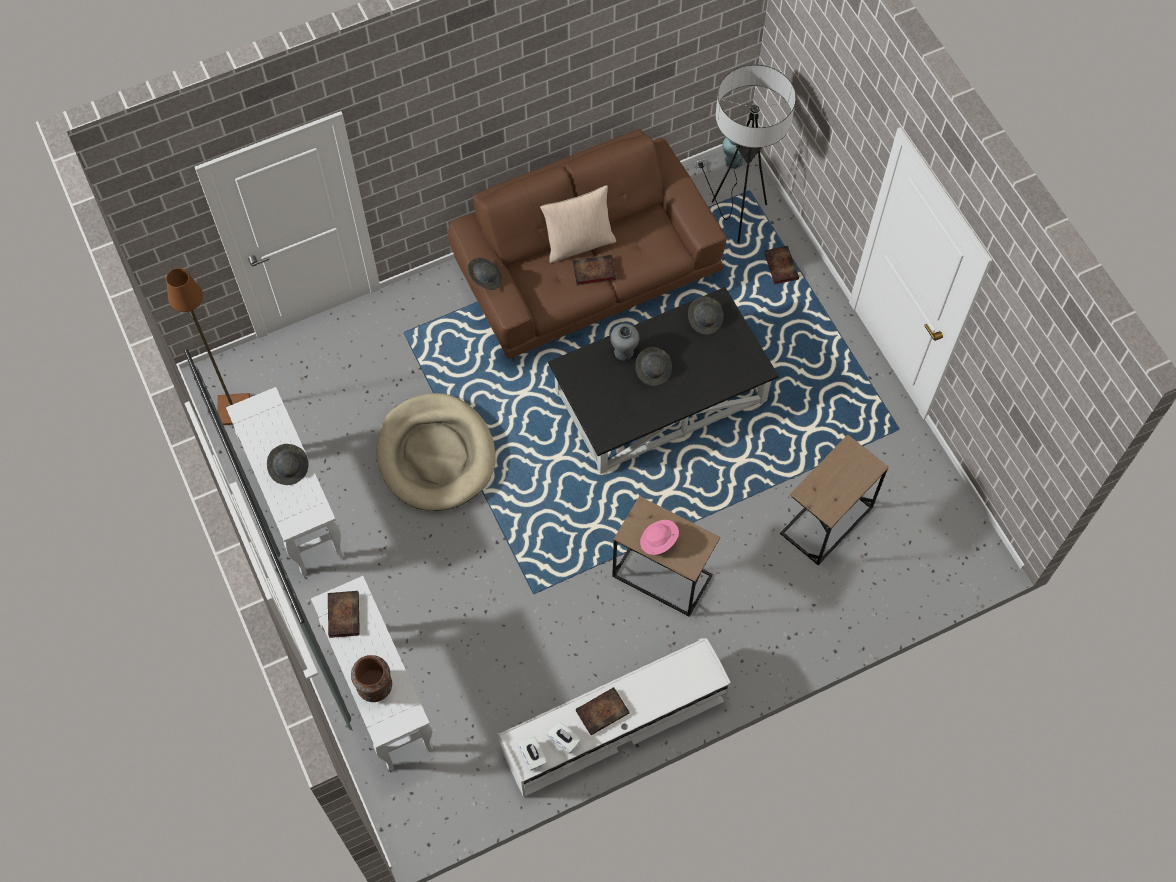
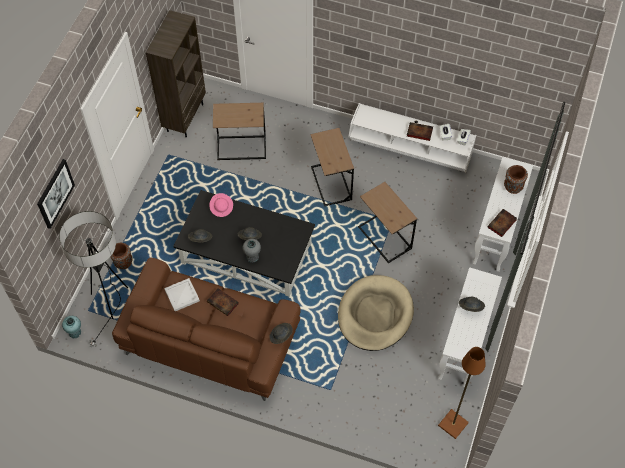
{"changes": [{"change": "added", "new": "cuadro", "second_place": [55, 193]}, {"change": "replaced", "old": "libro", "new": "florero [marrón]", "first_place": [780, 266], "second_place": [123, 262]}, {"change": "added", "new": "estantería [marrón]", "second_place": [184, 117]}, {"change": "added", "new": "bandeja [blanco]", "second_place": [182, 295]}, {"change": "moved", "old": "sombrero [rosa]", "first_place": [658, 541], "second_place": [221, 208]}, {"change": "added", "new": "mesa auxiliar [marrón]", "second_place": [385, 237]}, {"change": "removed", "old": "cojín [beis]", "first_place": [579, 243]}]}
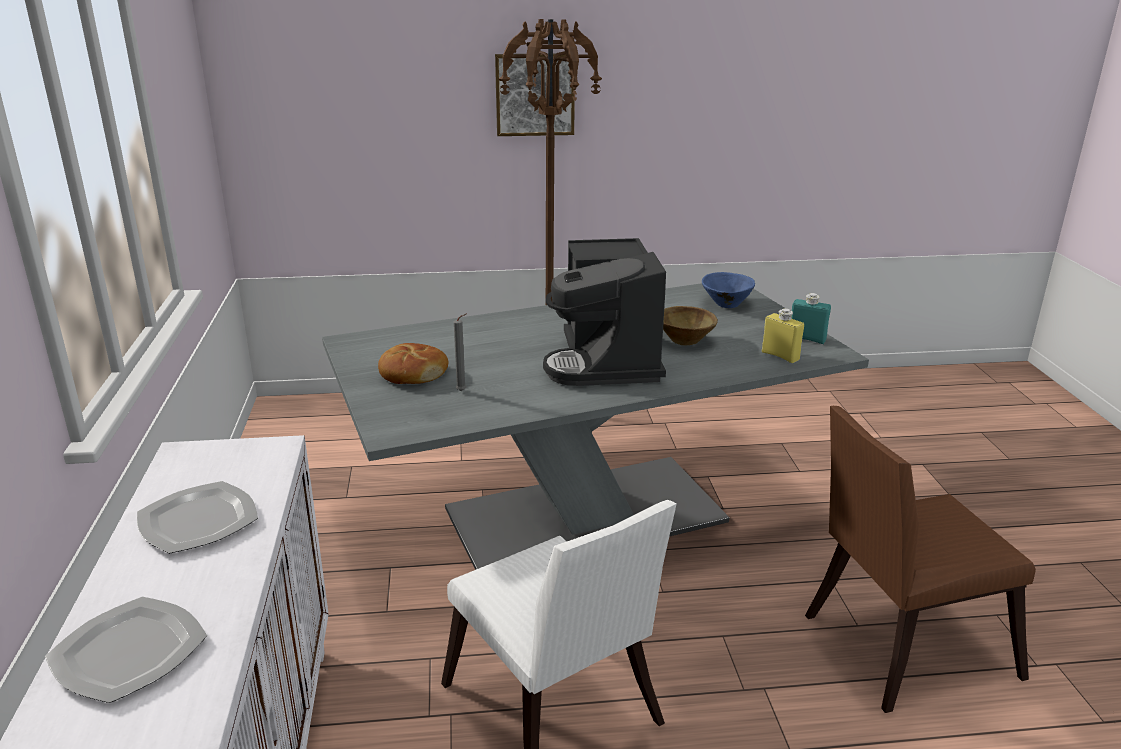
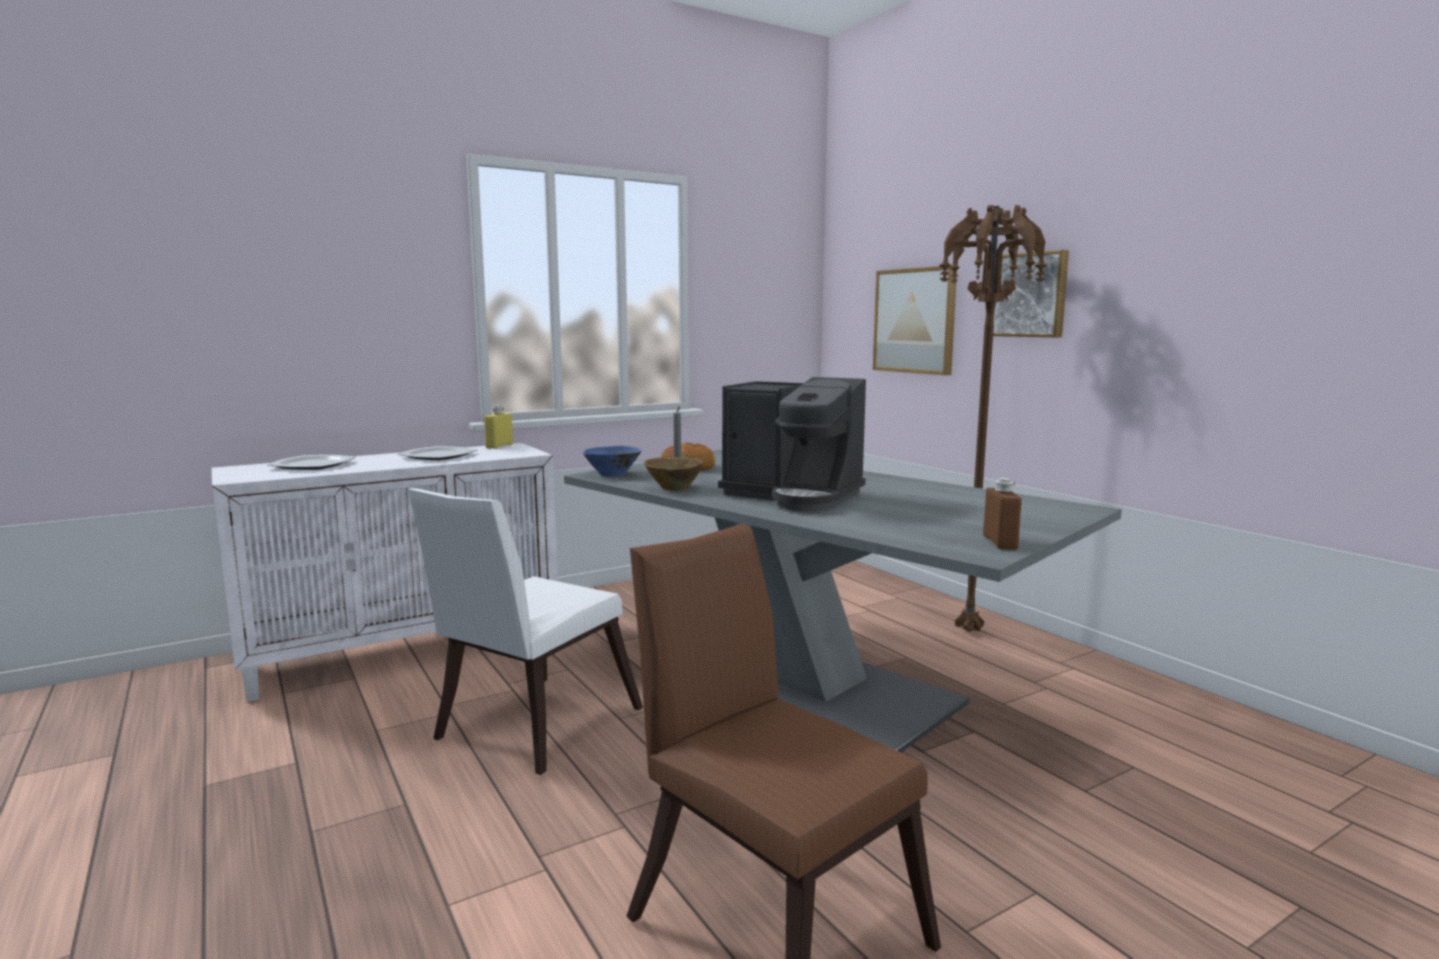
{"changes": [{"change": "moved", "old": "botella [amarillo]", "first_place": [780, 356], "second_place": [499, 446]}, {"change": "moved", "old": "cuenco [azul]", "first_place": [726, 303], "second_place": [613, 474]}, {"change": "moved", "old": "cuenco [marrón]", "first_place": [684, 341], "second_place": [673, 488]}, {"change": "turned", "old": "cafetera", "first_place": [606, 361], "second_place": [793, 496], "degrees": -120}, {"change": "added", "new": "cuadro", "second_place": [915, 321]}, {"change": "recoloured", "old": "botella [turquesa]", "new": "botella [marrón]", "first_place": [807, 339], "second_place": [1000, 542]}]}
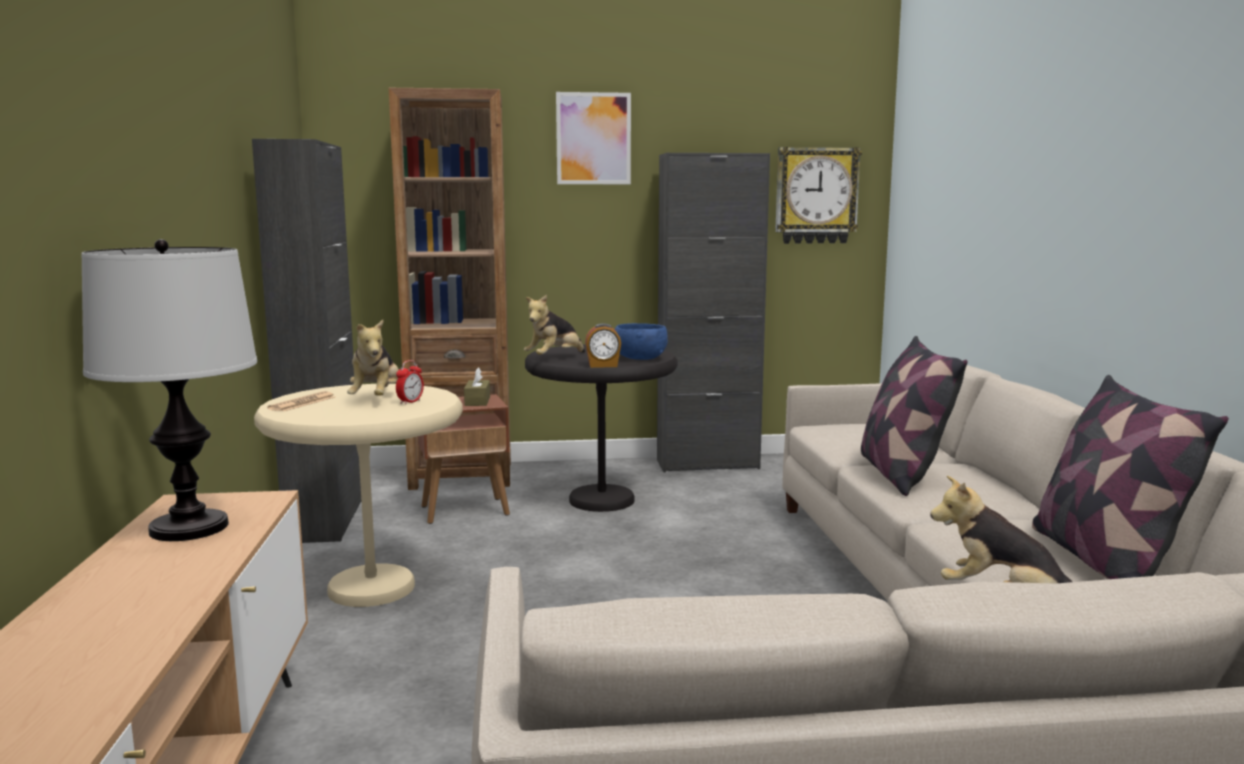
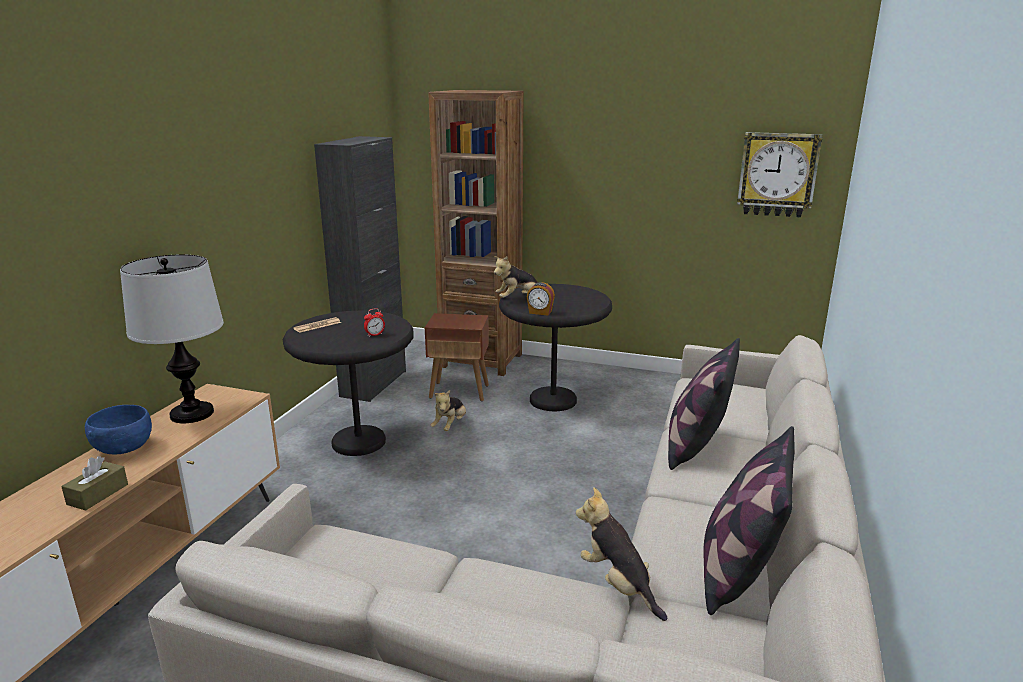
{"changes": [{"change": "moved", "old": "caja de pañuelos [marrón]", "first_place": [477, 401], "second_place": [98, 494]}, {"change": "moved", "old": "cuenco [azul]", "first_place": [639, 359], "second_place": [123, 448]}, {"change": "recoloured", "old": "mesa auxiliar [beis]", "new": "mesa auxiliar [negro]", "first_place": [371, 588], "second_place": [359, 442]}, {"change": "moved", "old": "peluche", "first_place": [376, 398], "second_place": [450, 425]}, {"change": "removed", "old": "cuadro", "first_place": [593, 138]}, {"change": "removed", "old": "armario [negro]", "first_place": [707, 464]}]}
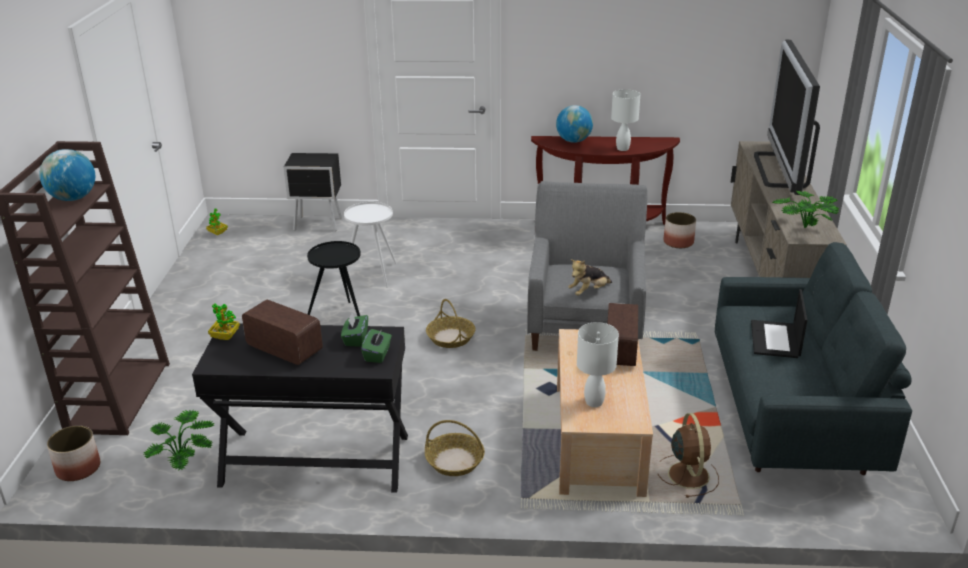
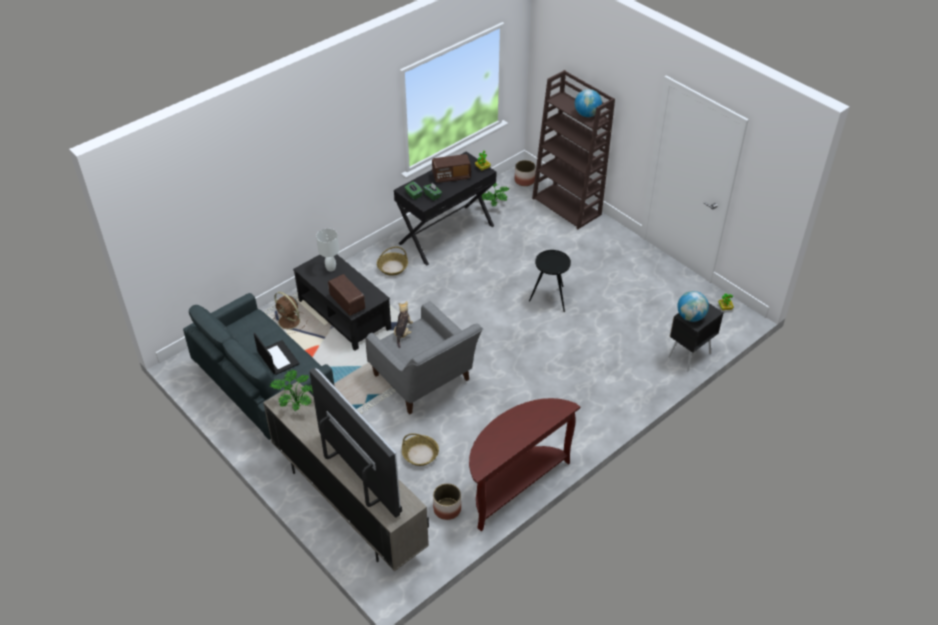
{"changes": [{"change": "recoloured", "old": "mesa de centro [beis]", "new": "mesa de centro [negro]", "first_place": [599, 439], "second_place": [343, 314]}, {"change": "moved", "old": "cesta", "first_place": [450, 338], "second_place": [420, 454]}, {"change": "moved", "old": "globo terráqueo", "first_place": [573, 141], "second_place": [690, 317]}, {"change": "removed", "old": "mesa auxiliar [blanco]", "first_place": [373, 275]}, {"change": "removed", "old": "lámpara de mesa [blanco]", "first_place": [623, 149]}]}
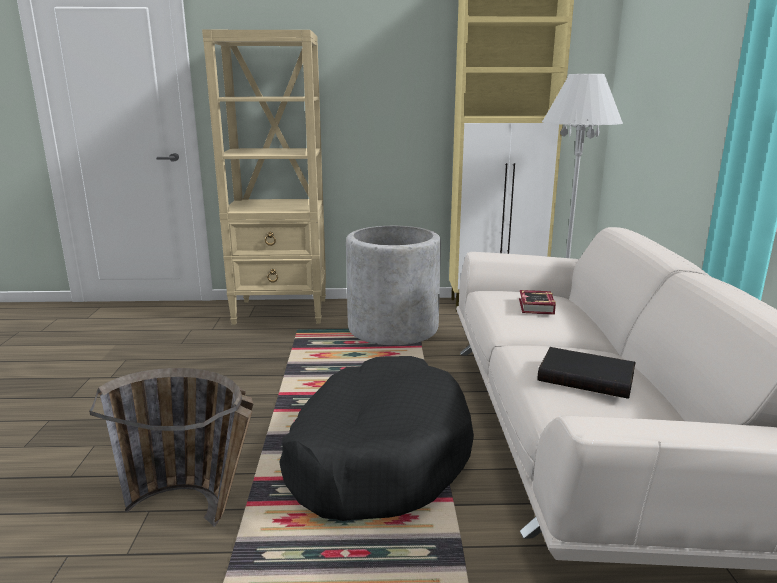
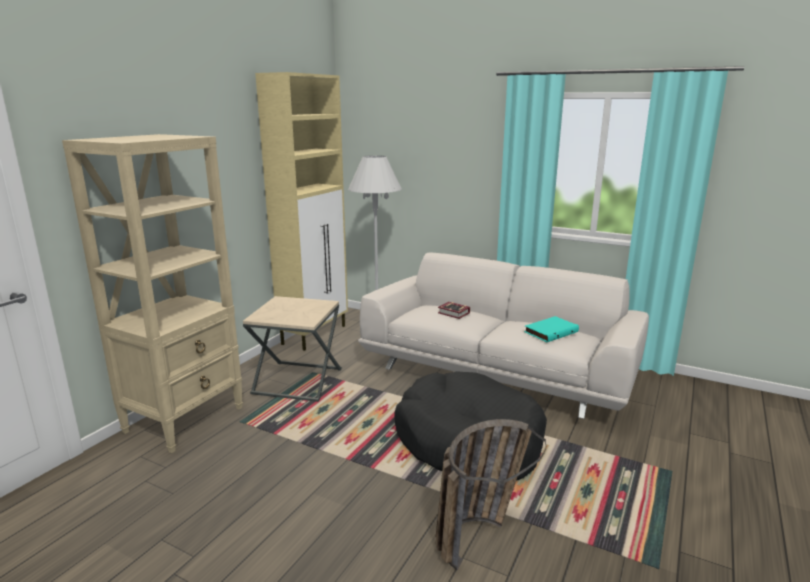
{"changes": [{"change": "replaced", "old": "maceta [gris]", "new": "mesa auxiliar [beis]", "first_place": [392, 328], "second_place": [297, 381]}, {"change": "recoloured", "old": "libro [negro]", "new": "libro [turquesa]", "first_place": [587, 376], "second_place": [550, 331]}]}
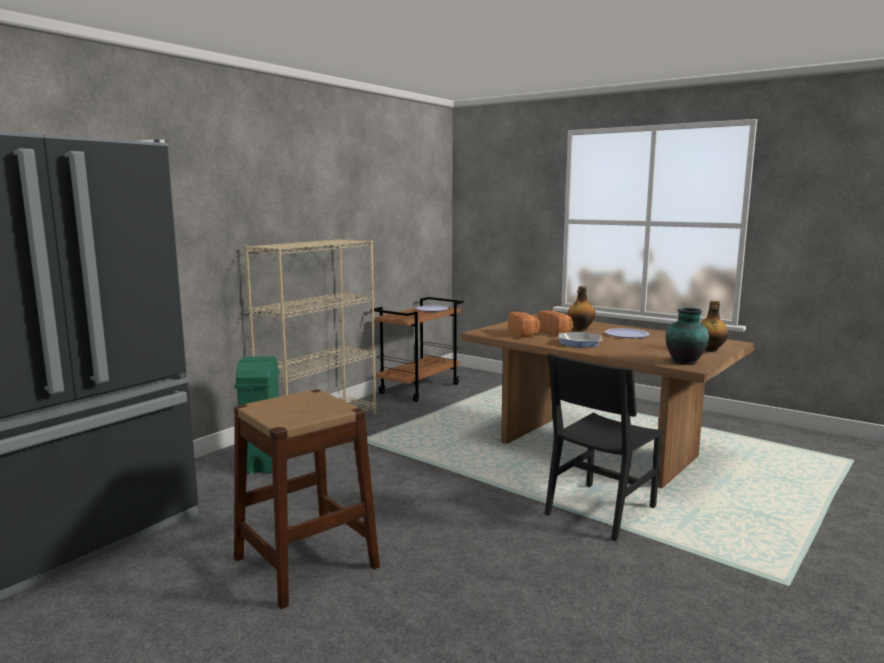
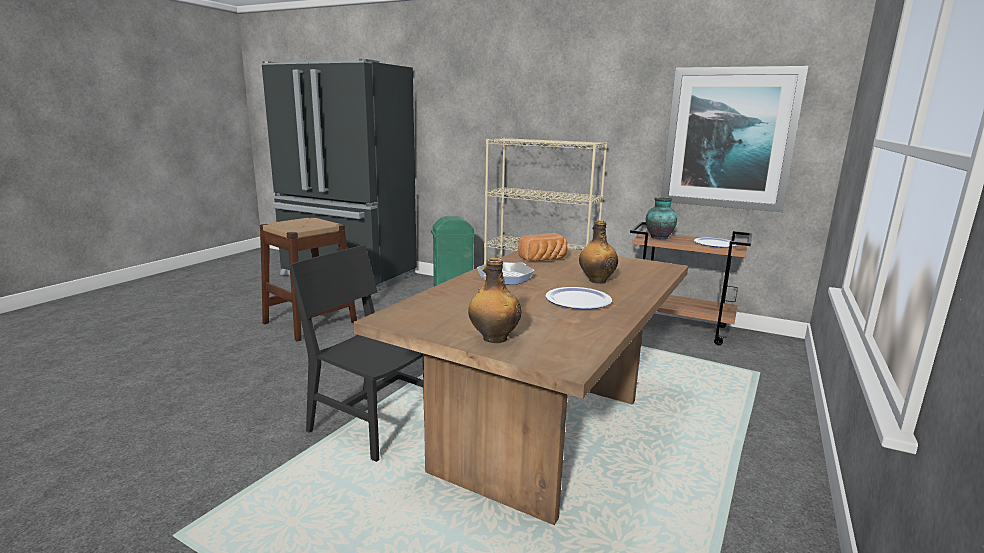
{"changes": [{"change": "moved", "old": "florero", "first_place": [685, 362], "second_place": [658, 237]}, {"change": "added", "new": "cuadro", "second_place": [729, 138]}, {"change": "removed", "old": "pan", "first_place": [556, 332]}]}
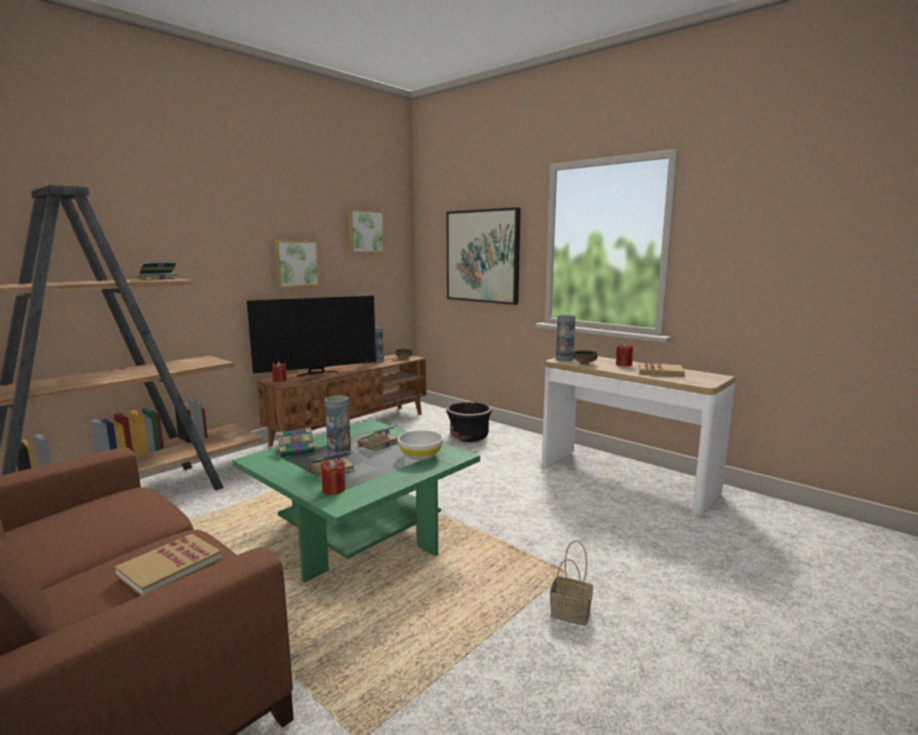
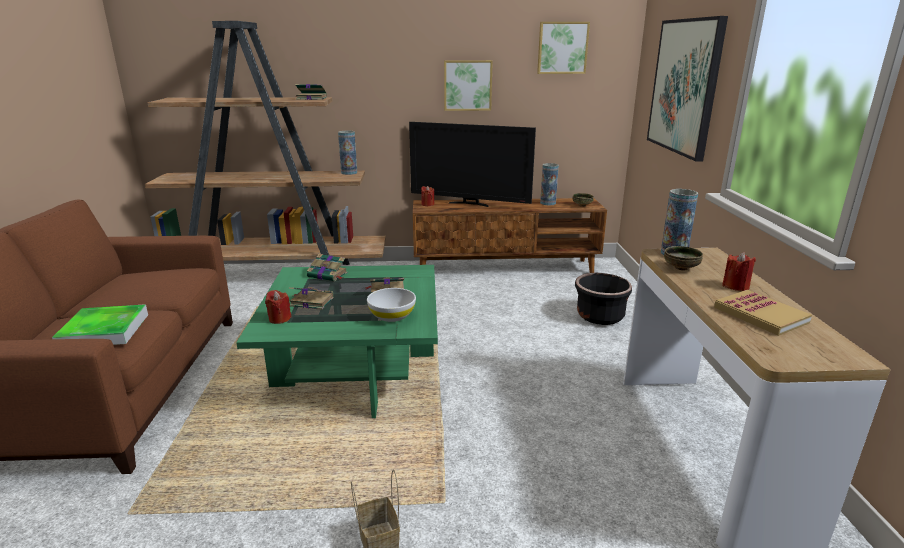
{"changes": [{"change": "replaced", "old": "libro", "new": "bandeja", "first_place": [170, 567], "second_place": [104, 330]}, {"change": "moved", "old": "florero", "first_place": [339, 453], "second_place": [349, 173]}]}
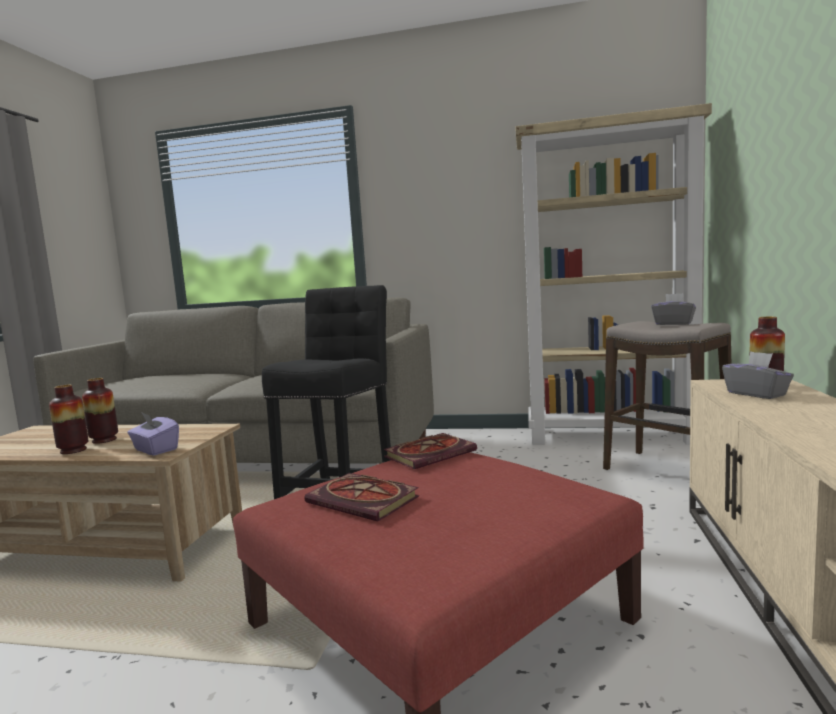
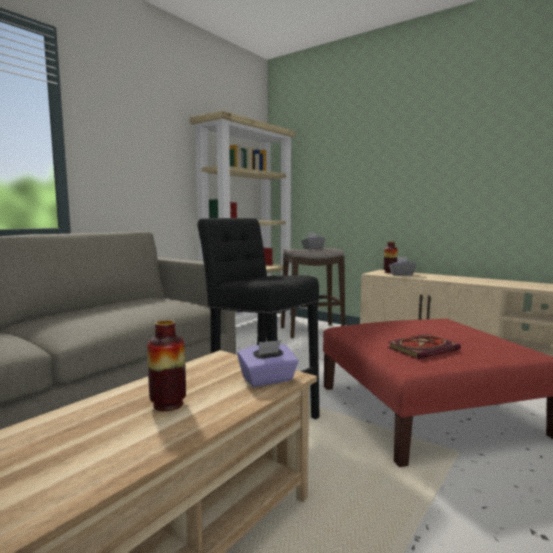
{"changes": [{"change": "removed", "old": "florero", "first_place": [73, 450]}, {"change": "removed", "old": "libro", "first_place": [431, 453]}]}
